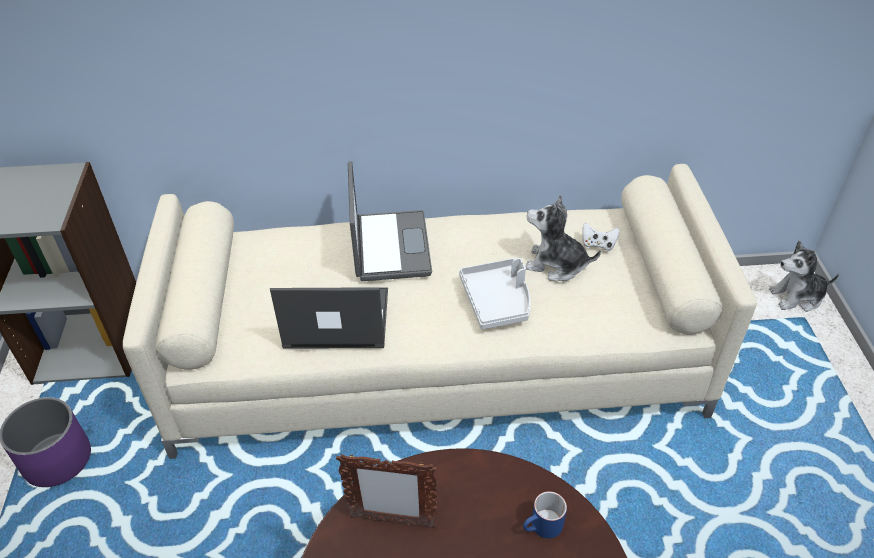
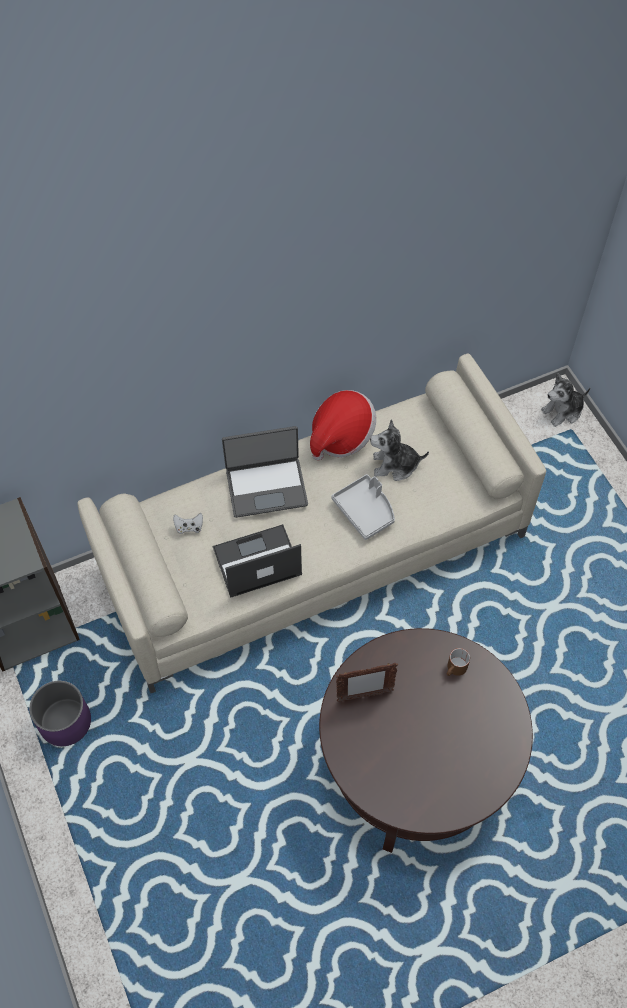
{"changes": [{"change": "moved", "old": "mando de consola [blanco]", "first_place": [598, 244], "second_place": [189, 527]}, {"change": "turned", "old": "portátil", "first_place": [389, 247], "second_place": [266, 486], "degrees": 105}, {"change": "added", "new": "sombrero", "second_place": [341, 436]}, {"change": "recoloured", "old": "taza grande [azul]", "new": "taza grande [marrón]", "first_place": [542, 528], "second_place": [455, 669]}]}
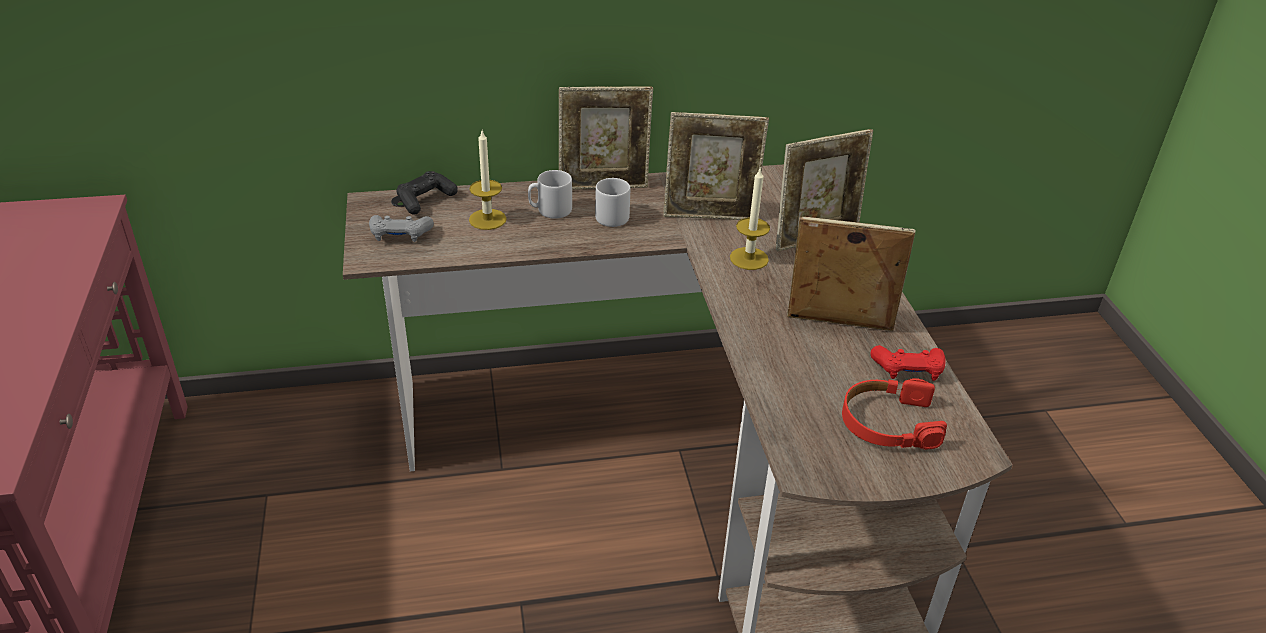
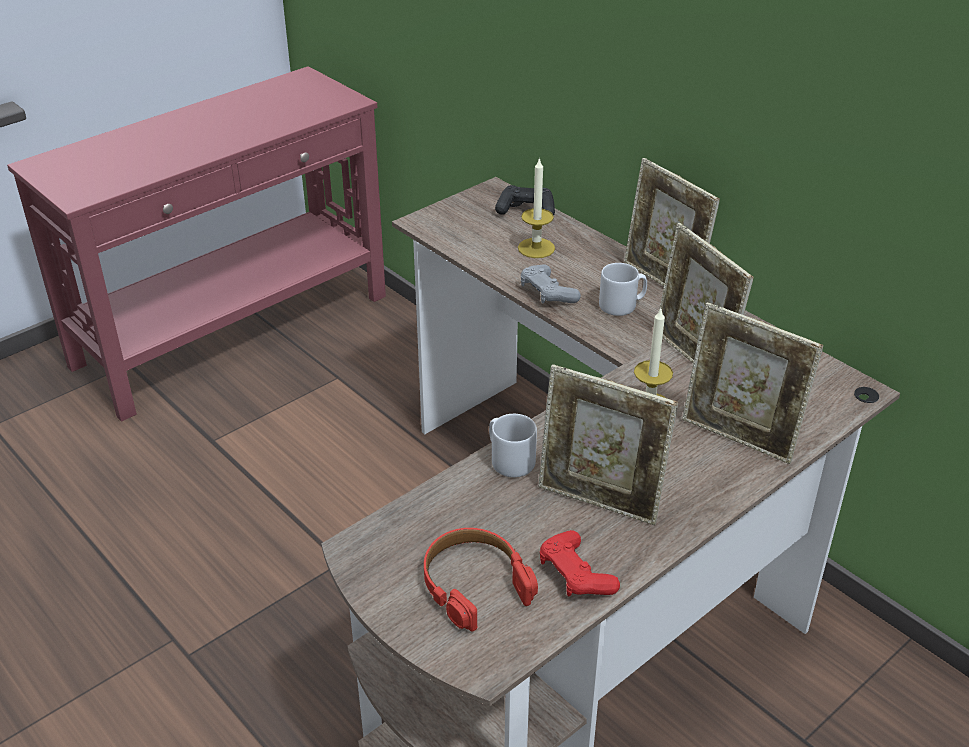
{"changes": [{"change": "moved", "old": "taza grande [gris]", "first_place": [550, 210], "second_place": [509, 460]}, {"change": "moved", "old": "mando de consola [gris]", "first_place": [400, 235], "second_place": [547, 293]}, {"change": "turned", "old": "portarretratos", "first_place": [838, 326], "second_place": [599, 502], "degrees": 135}]}
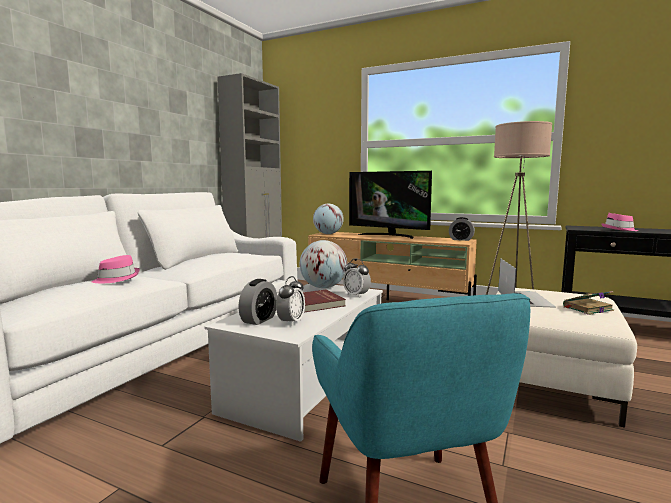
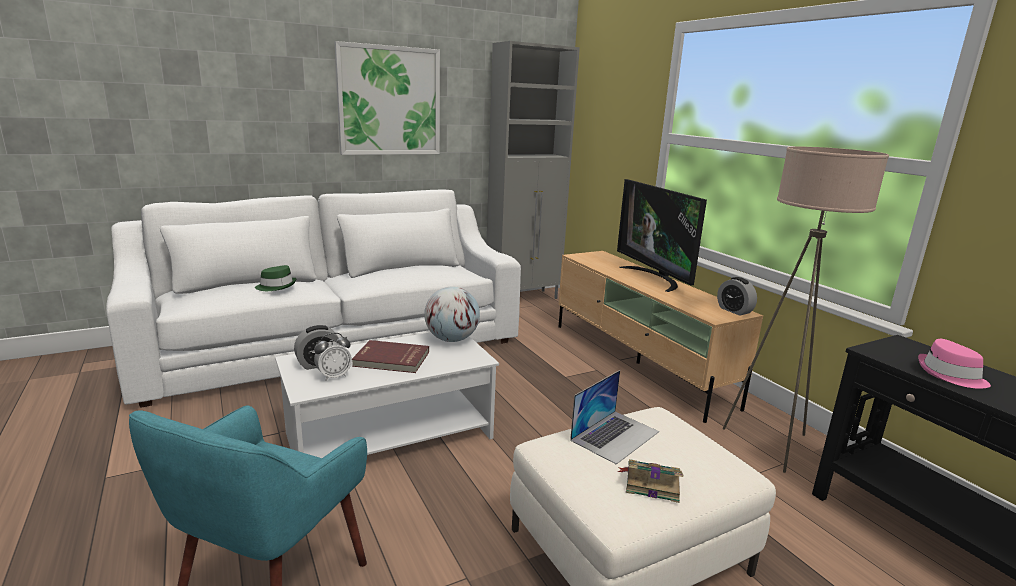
{"changes": [{"change": "recoloured", "old": "sombrero [rosa]", "new": "sombrero [verde]", "first_place": [116, 278], "second_place": [276, 286]}, {"change": "added", "new": "cuadro", "second_place": [389, 101]}, {"change": "removed", "old": "globo terráqueo", "first_place": [328, 234]}, {"change": "removed", "old": "despertador", "first_place": [356, 295]}]}
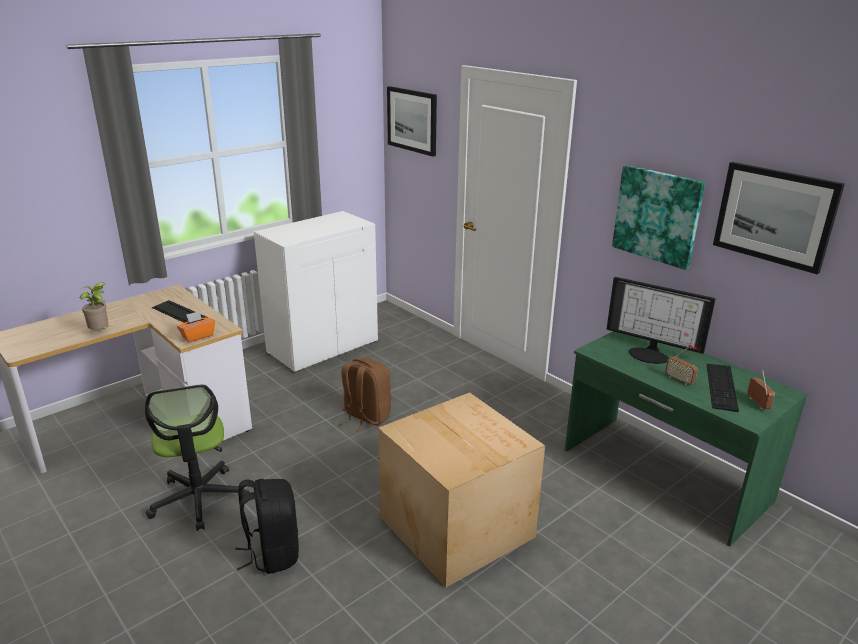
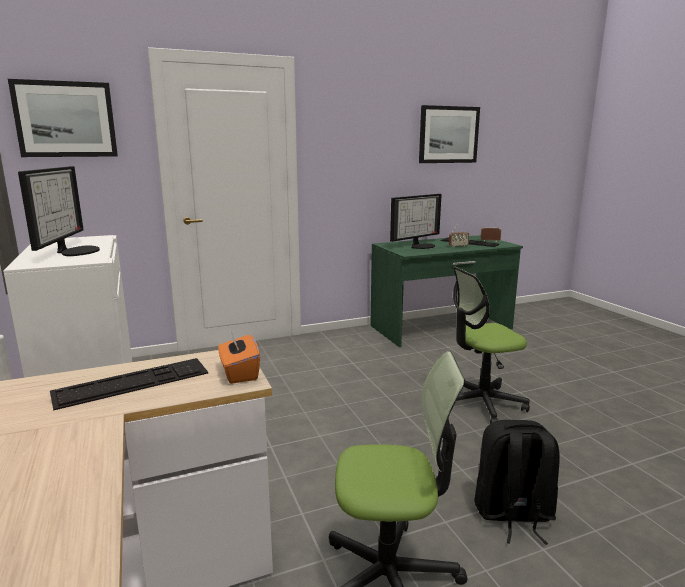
{"changes": [{"change": "added", "new": "monitor", "second_place": [75, 251]}, {"change": "replaced", "old": "caja de cartón", "new": "silla de oficina", "first_place": [457, 525], "second_place": [481, 403]}, {"change": "removed", "old": "planta en maceta", "first_place": [101, 332]}, {"change": "removed", "old": "mochila [marrón]", "first_place": [365, 417]}, {"change": "removed", "old": "cuadro", "first_place": [657, 215]}]}
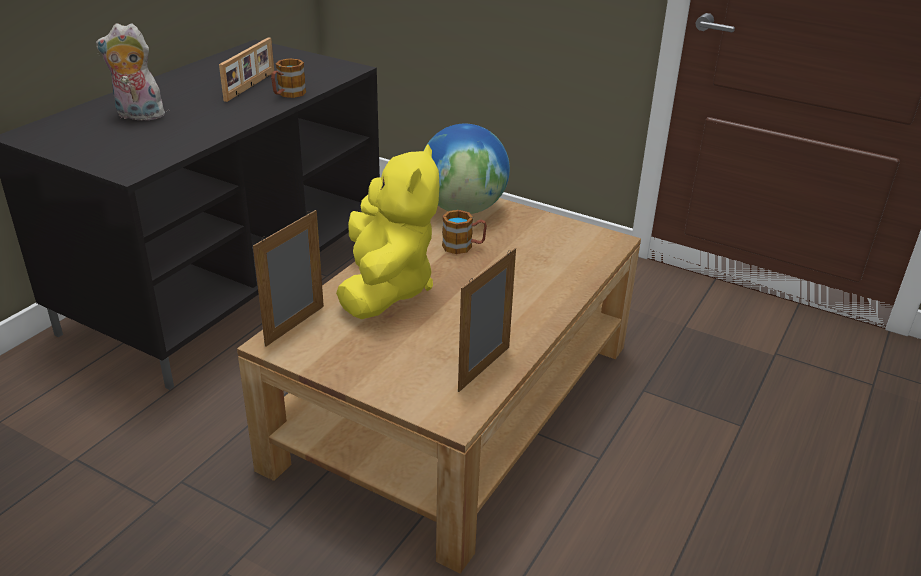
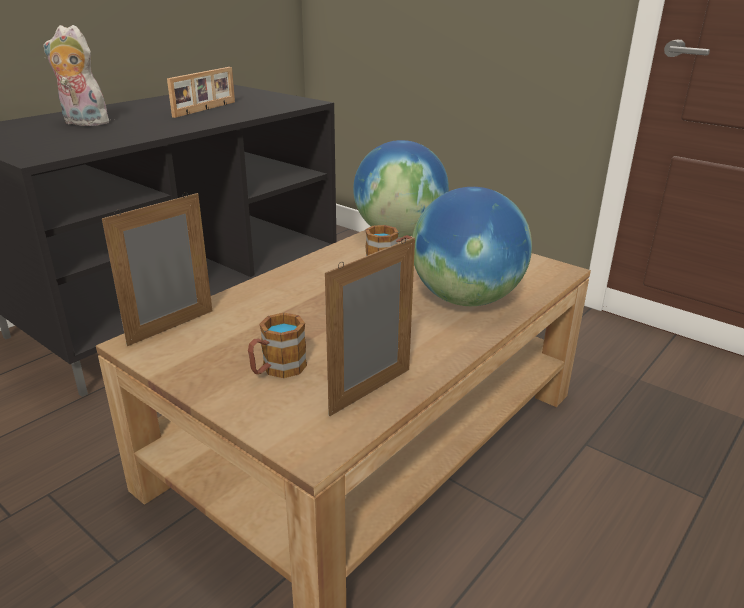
{"changes": [{"change": "moved", "old": "taza grande", "first_place": [288, 94], "second_place": [277, 369]}, {"change": "added", "new": "globo terráqueo", "second_place": [465, 299]}, {"change": "removed", "old": "peluche [amarillo]", "first_place": [386, 288]}]}
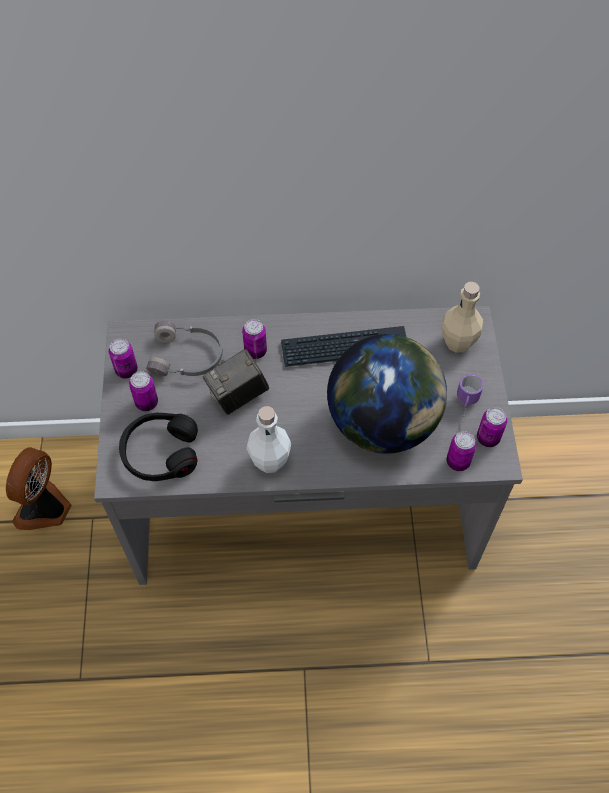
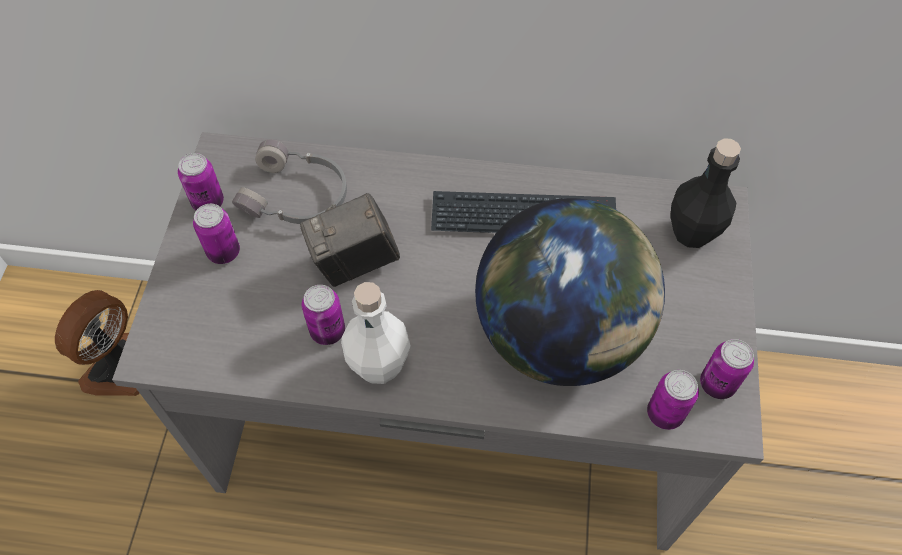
{"changes": [{"change": "moved", "old": "lata", "first_place": [255, 351], "second_place": [327, 331]}, {"change": "recoloured", "old": "botella [beis]", "new": "botella [negro]", "first_place": [458, 342], "second_place": [692, 233]}, {"change": "removed", "old": "auriculares [negro]", "first_place": [160, 452]}, {"change": "removed", "old": "taza grande", "first_place": [464, 410]}]}
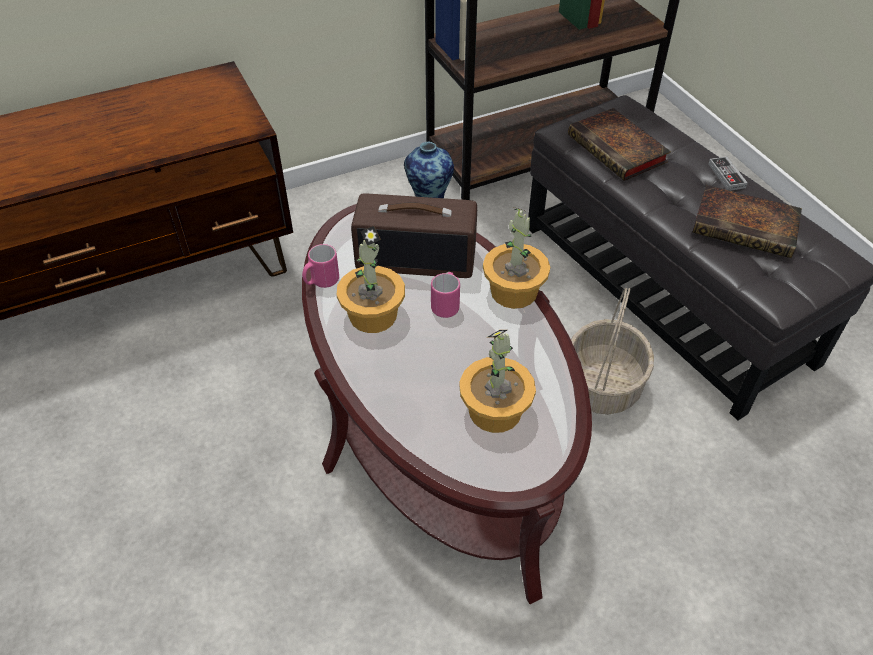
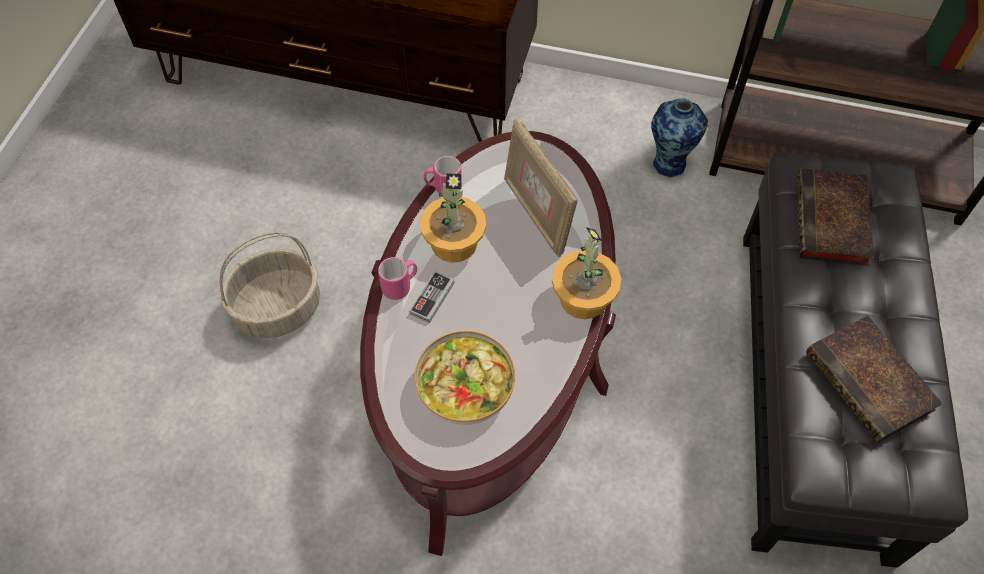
{"changes": [{"change": "moved", "old": "cesta", "first_place": [602, 384], "second_place": [279, 308]}, {"change": "moved", "old": "taza grande [rosa]", "first_place": [446, 304], "second_place": [400, 286]}, {"change": "moved", "old": "mando de consola", "first_place": [726, 175], "second_place": [432, 298]}, {"change": "replaced", "old": "planta en maceta", "new": "cuenco", "first_place": [495, 411], "second_place": [465, 388]}, {"change": "replaced", "old": "radio", "new": "portarretratos", "first_place": [417, 258], "second_place": [536, 215]}]}
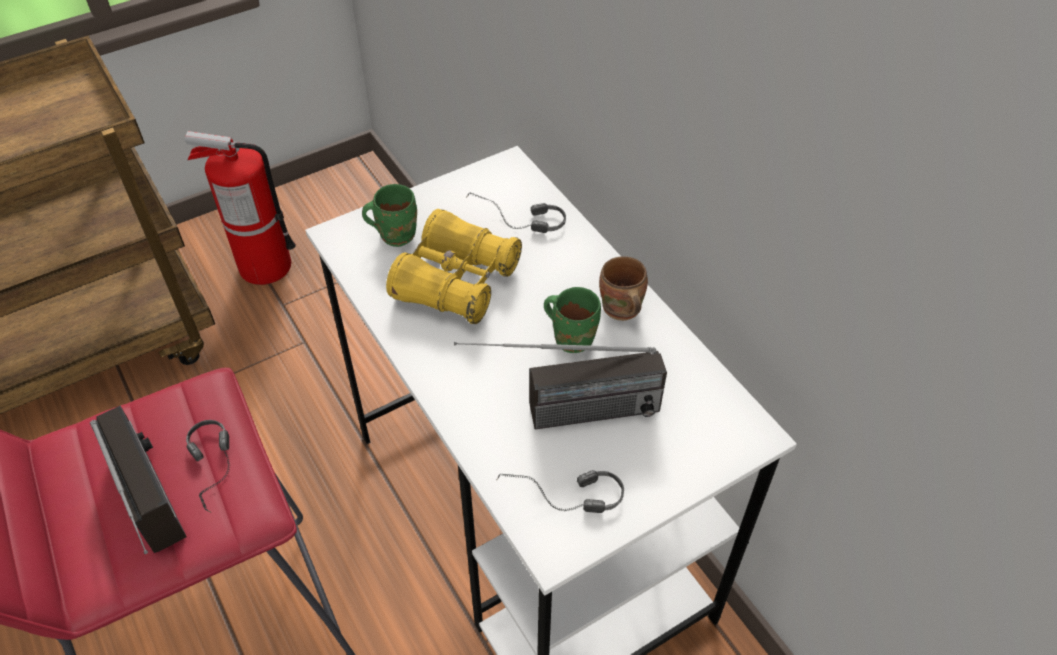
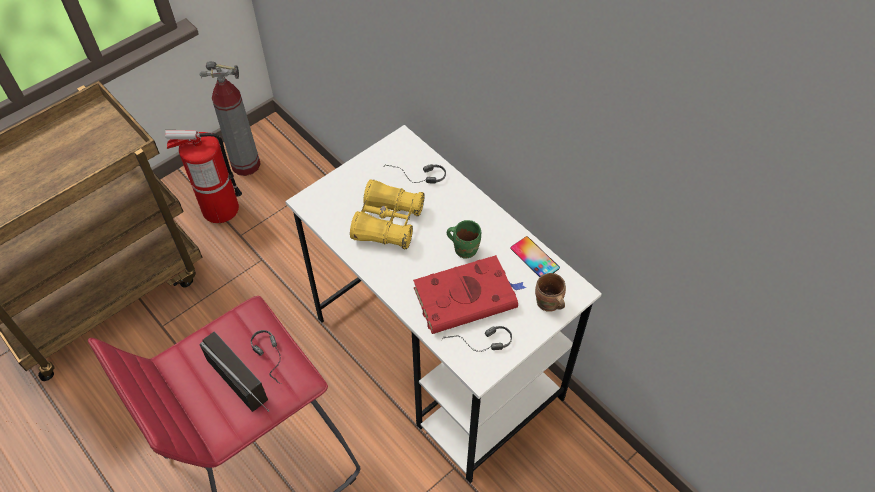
{"changes": [{"change": "added", "new": "extintor", "second_place": [245, 165]}, {"change": "replaced", "old": "radio", "new": "libro [rojo]", "first_place": [560, 416], "second_place": [467, 297]}, {"change": "added", "new": "móvil", "second_place": [534, 258]}, {"change": "moved", "old": "taza grande [marrón]", "first_place": [620, 311], "second_place": [548, 304]}, {"change": "removed", "old": "taza grande [verde]", "first_place": [395, 234]}]}
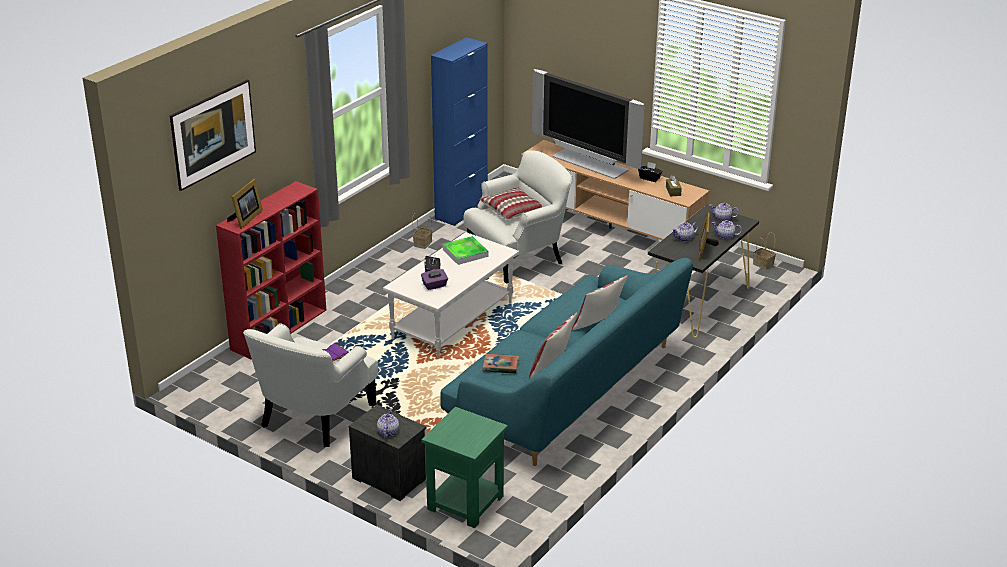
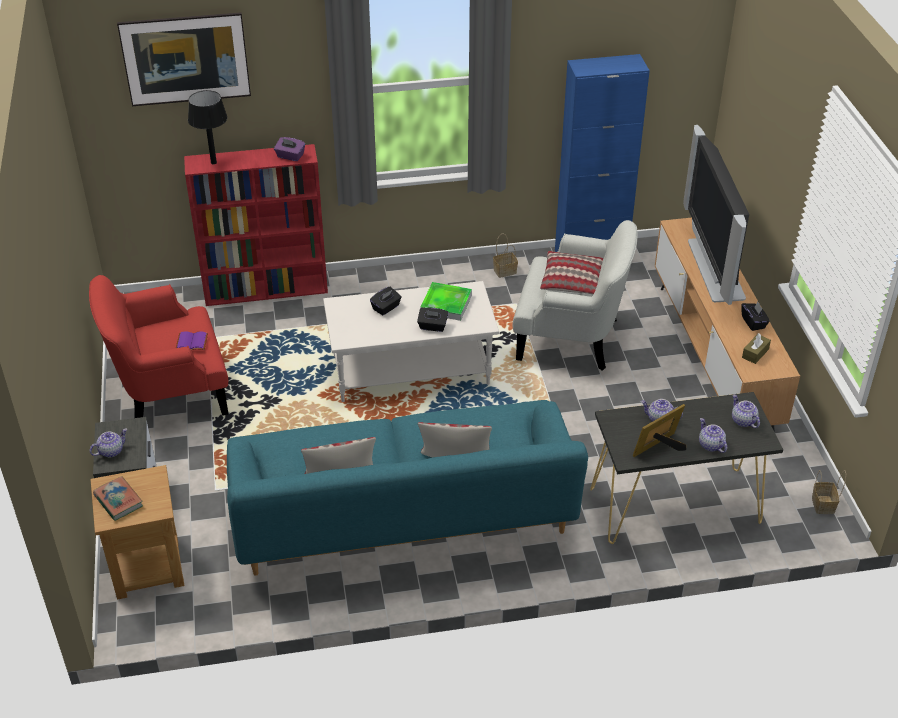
{"changes": [{"change": "recoloured", "old": "sillón [blanco]", "new": "sillón [rojo]", "first_place": [314, 416], "second_place": [169, 393]}, {"change": "recoloured", "old": "mesa auxiliar [verde]", "new": "mesa auxiliar [marrón]", "first_place": [465, 503], "second_place": [147, 568]}, {"change": "moved", "old": "libro", "first_place": [500, 366], "second_place": [118, 501]}, {"change": "replaced", "old": "portarretratos", "new": "lámpara de mesa [negro]", "first_place": [246, 219], "second_place": [214, 162]}, {"change": "moved", "old": "caja de pañuelos [morado]", "first_place": [434, 285], "second_place": [290, 156]}, {"change": "added", "new": "caja de pañuelos [negro]", "second_place": [432, 326]}]}
